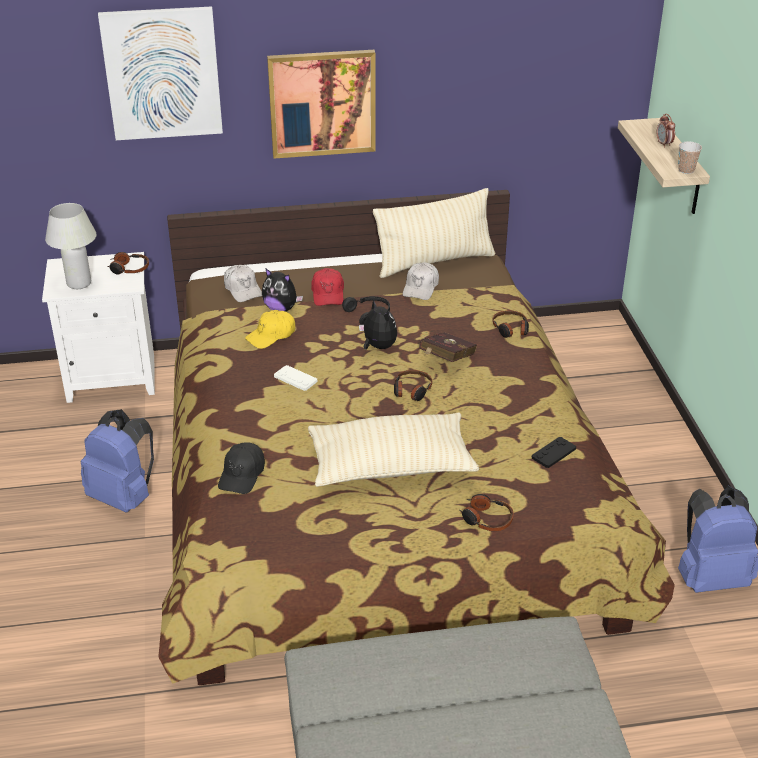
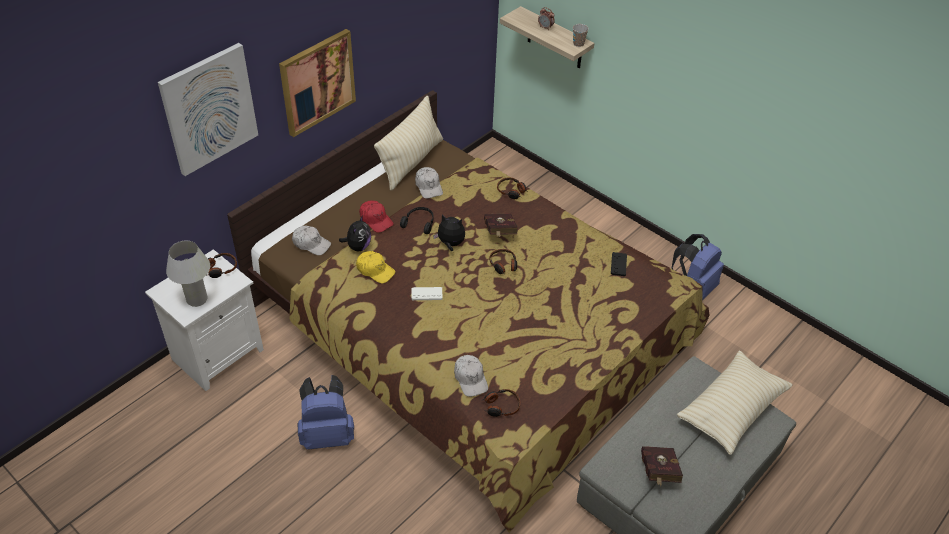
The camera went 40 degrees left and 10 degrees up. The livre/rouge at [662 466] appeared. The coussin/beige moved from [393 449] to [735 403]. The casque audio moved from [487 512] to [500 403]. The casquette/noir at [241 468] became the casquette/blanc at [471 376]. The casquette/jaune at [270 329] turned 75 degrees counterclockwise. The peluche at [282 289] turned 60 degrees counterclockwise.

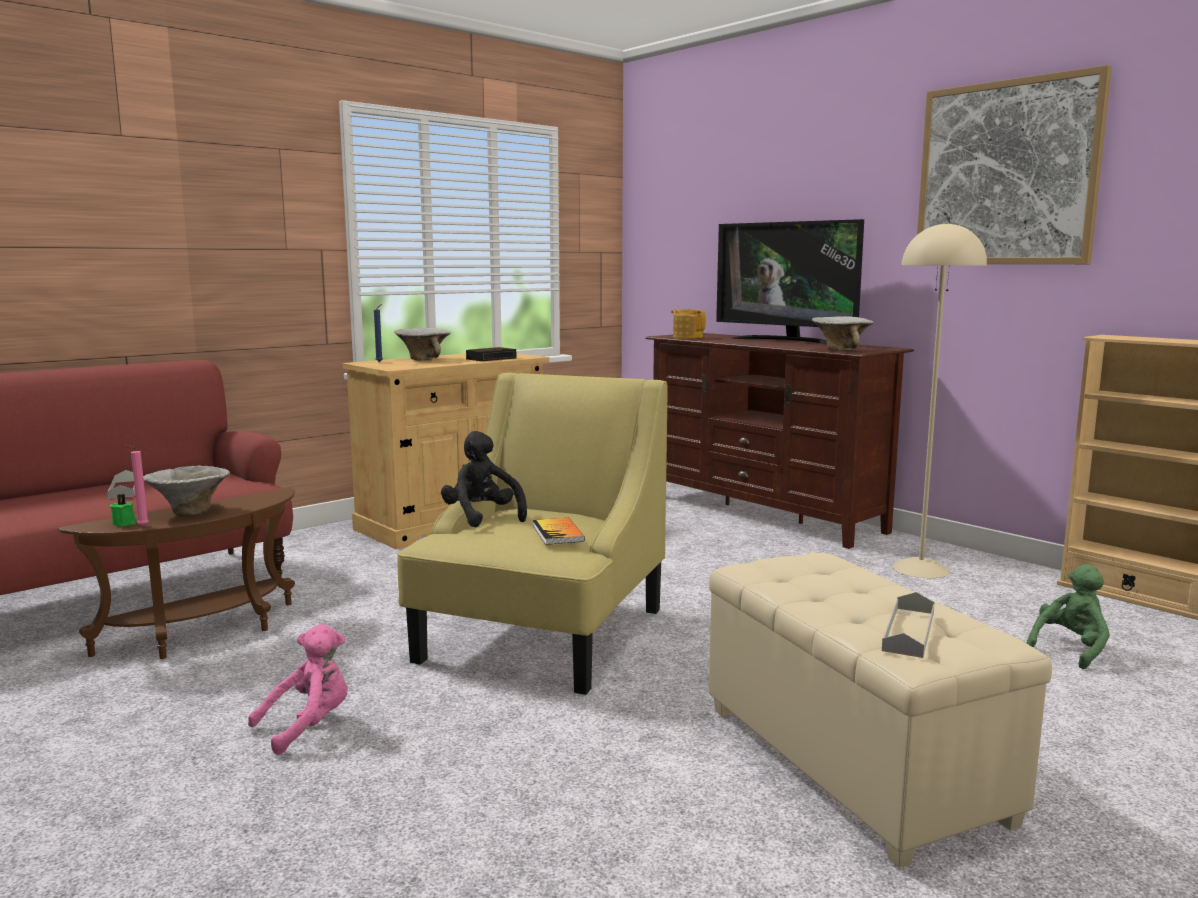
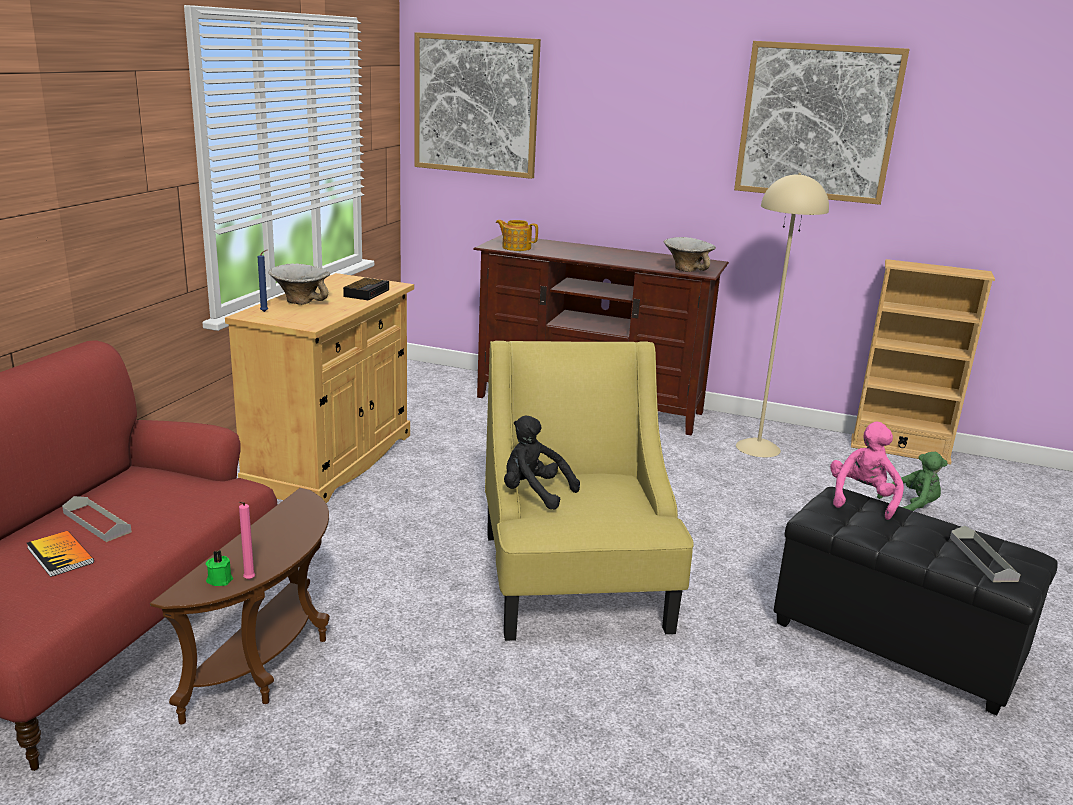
The camera went 30 degrees left and 10 degrees up. The bol at [186 490] disappeared. The téléviseur at [790 282] disappeared. The tableau at [478 105] appeared. The peluche/rose moved from [298 689] to [867 470]. The livre moved from [559 531] to [60 554]. The pouf/beige at [880 710] became the pouf/noir at [915 601]. The peluche/vert at [1068 616] turned 60 degrees clockwise.

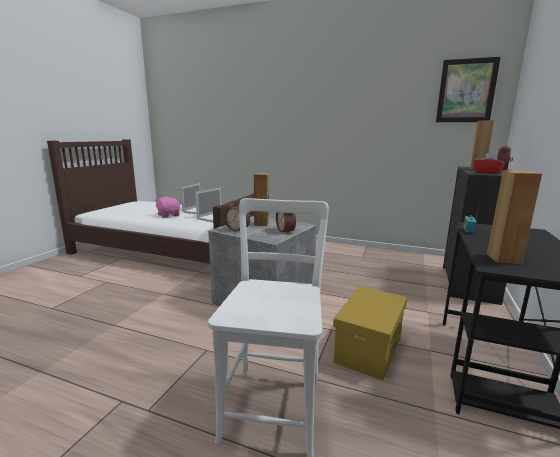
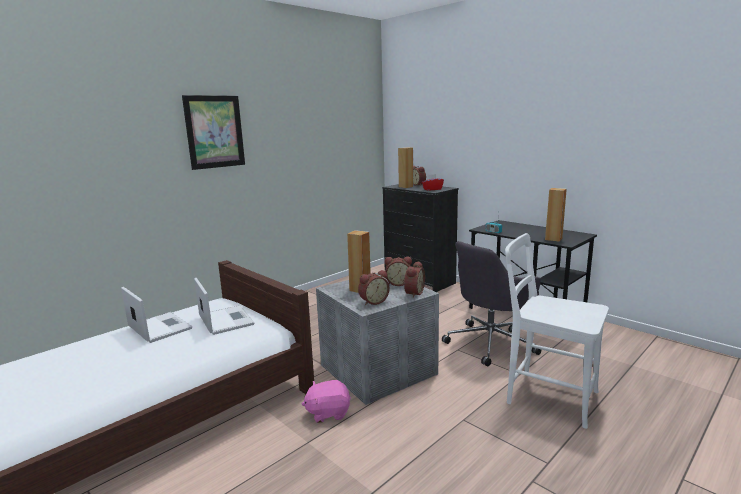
The camera went 65 degrees left and 0 degrees up. The réveil at [414 279] appeared. The peluche/rose moved from [167 207] to [326 401]. The tableau moved from [468 89] to [213 132]. The boîte de rangement/jaune at [370 333] was replaced by the chaise de bureau/gris at [491 303].

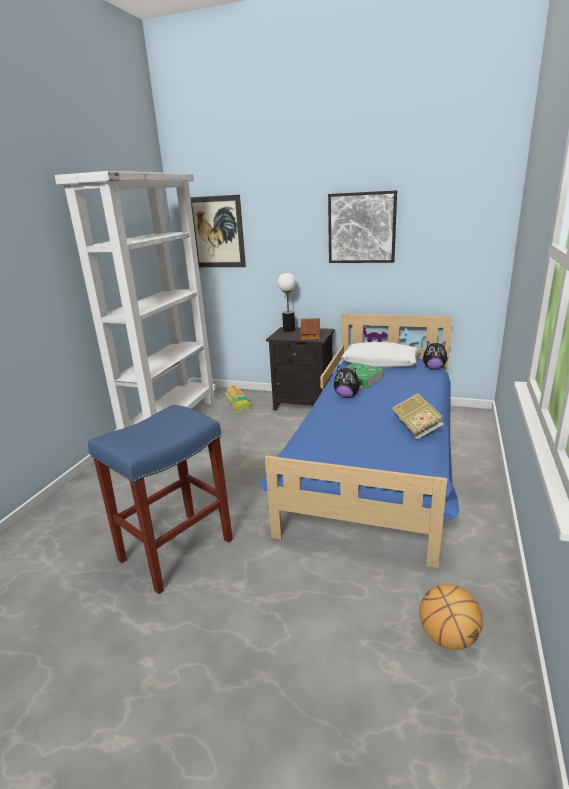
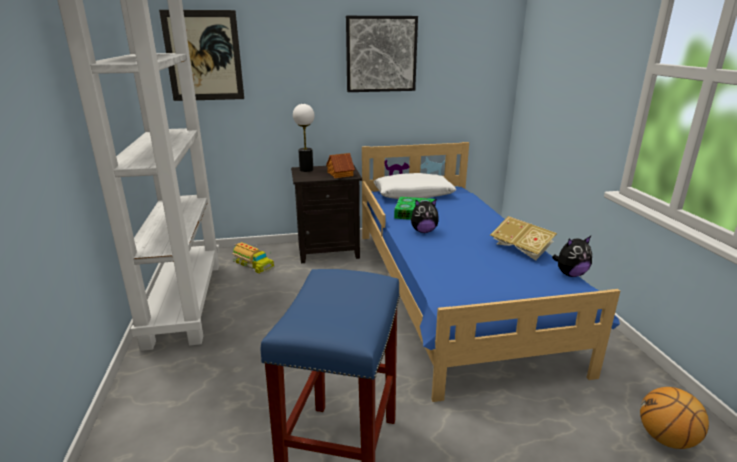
The camera went 30 degrees left and 0 degrees up. The peluche moved from [435 355] to [572 256].

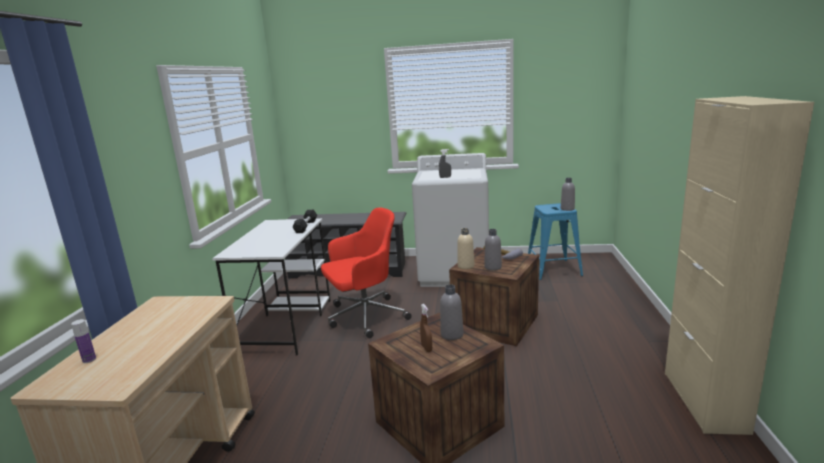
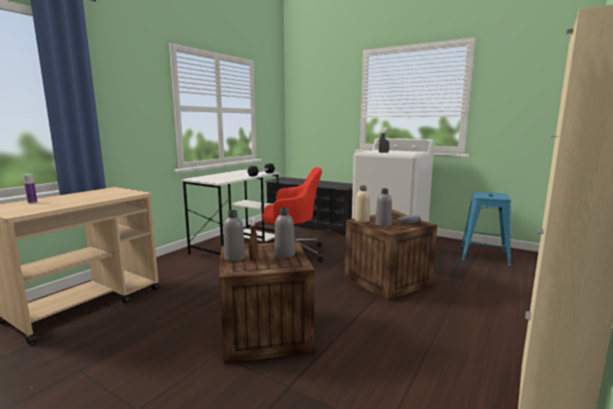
The camera went 25 degrees right and 5 degrees down. The bouteille/gris moved from [568 194] to [234 235].

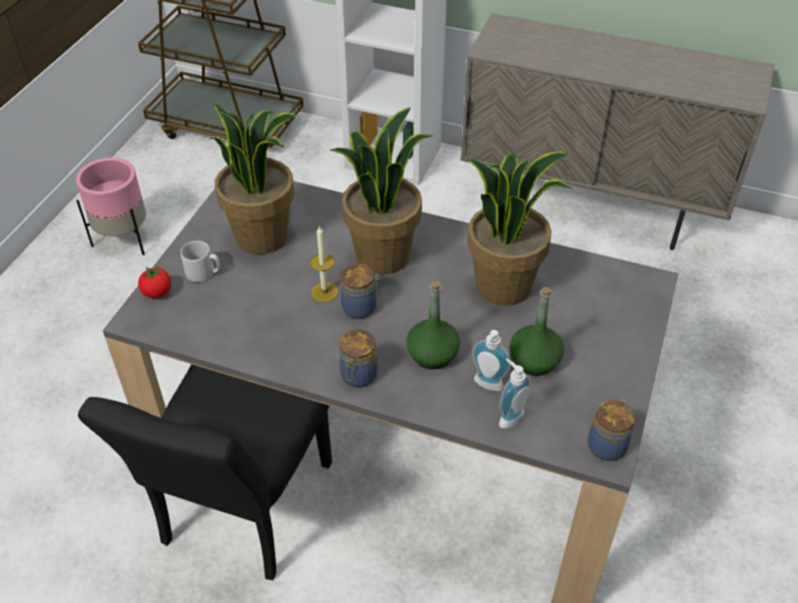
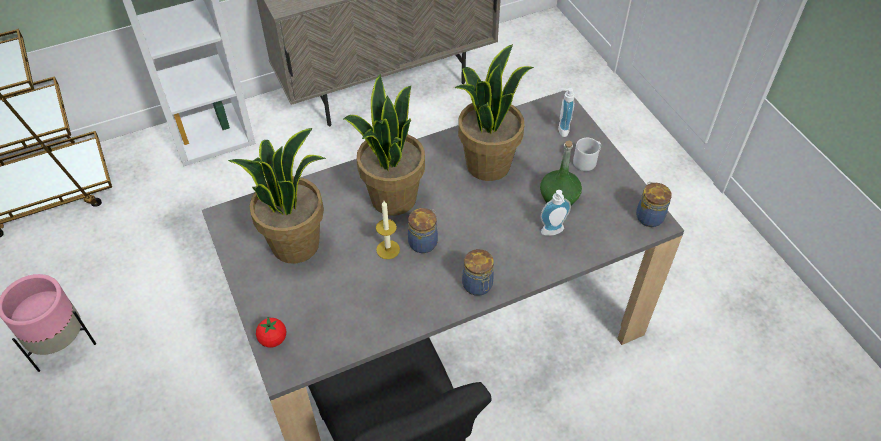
The camera went 45 degrees left and 5 degrees up. The bouteille/vert at [433 324] disappeared. The mug/gris moved from [200 261] to [587 154]. The distributeur de savon moved from [515 394] to [566 112].

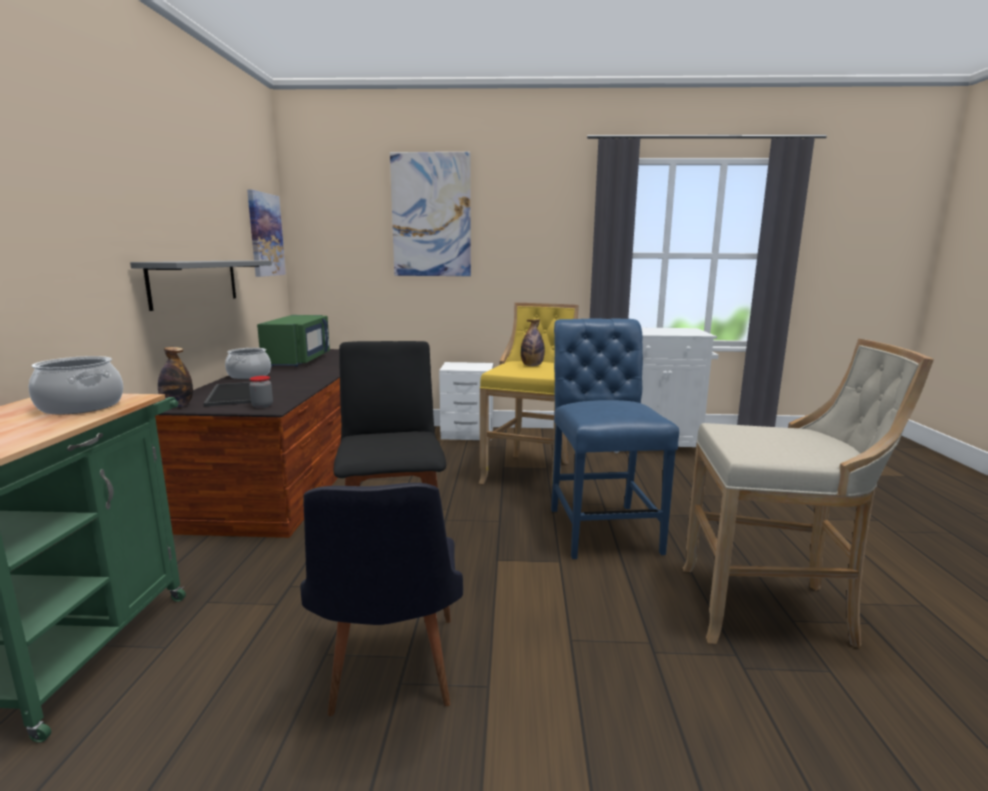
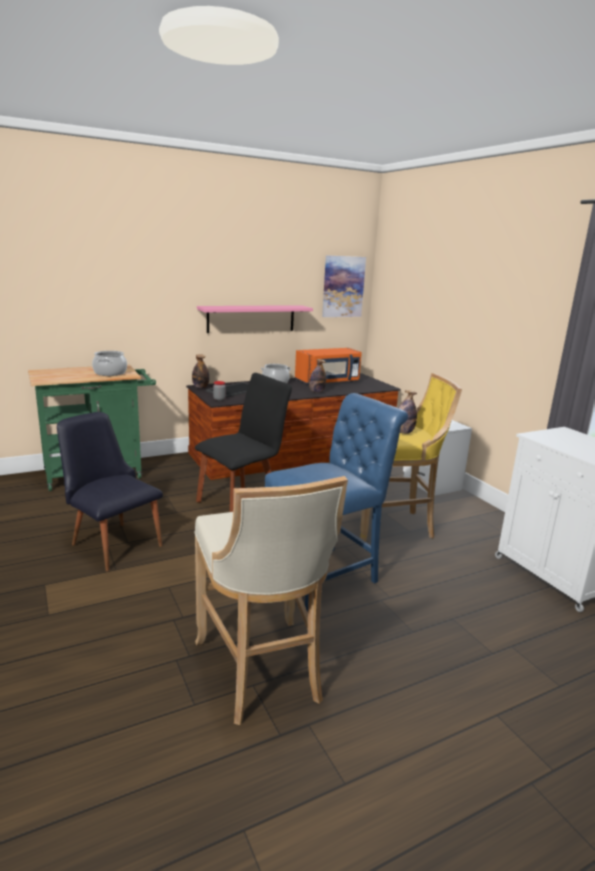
The camera went 60 degrees right and 5 degrees up. The tableau at [430 214] disappeared. The bouteille at [317 376] appeared. The étagère/gris at [201 285] became the étagère/rose at [255 319]. The micro-ondes/vert at [293 341] became the micro-ondes/orange at [328 366]. The chaise/noir at [381 599] turned 75 degrees clockwise.

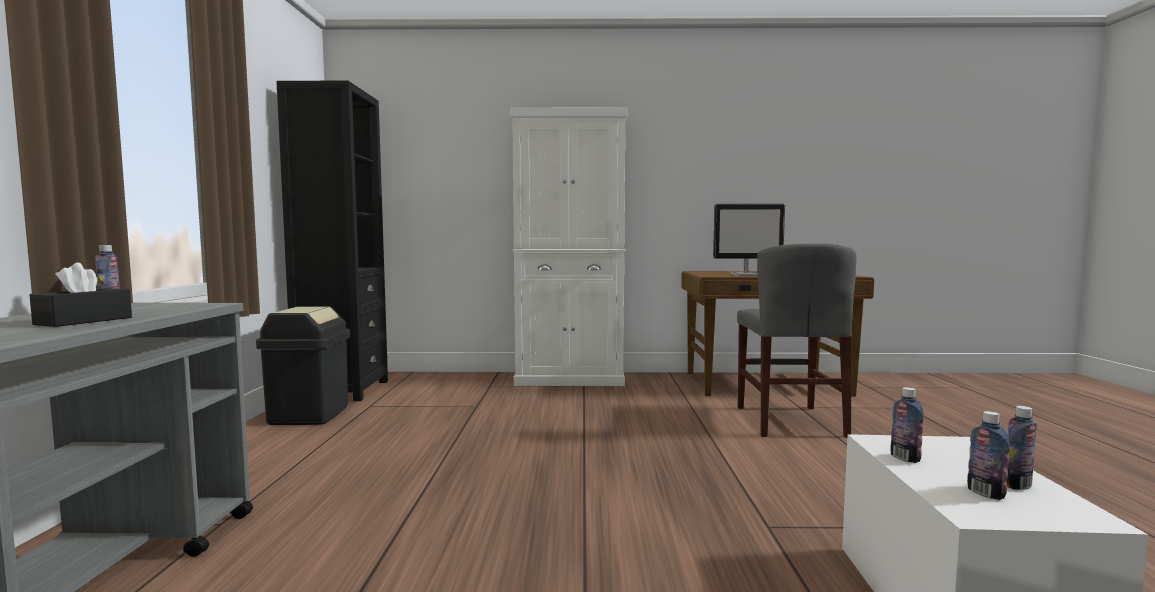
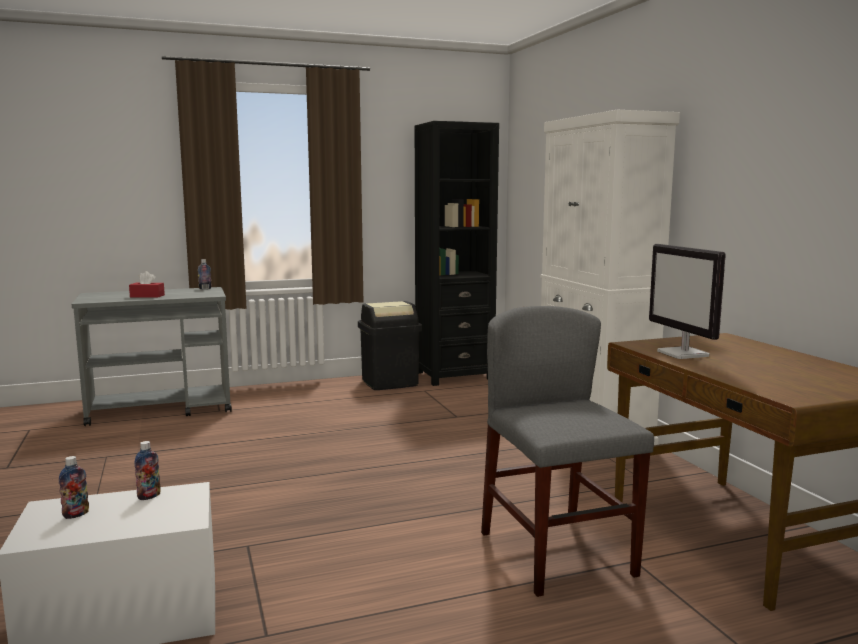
The camera went 70 degrees right and 5 degrees up. The bouteille at [1021 448] disappeared. The boîte à mouchoirs/noir at [81 294] became the boîte à mouchoirs/rouge at [147 284]. The chaise/gris at [796 340] turned 90 degrees clockwise.

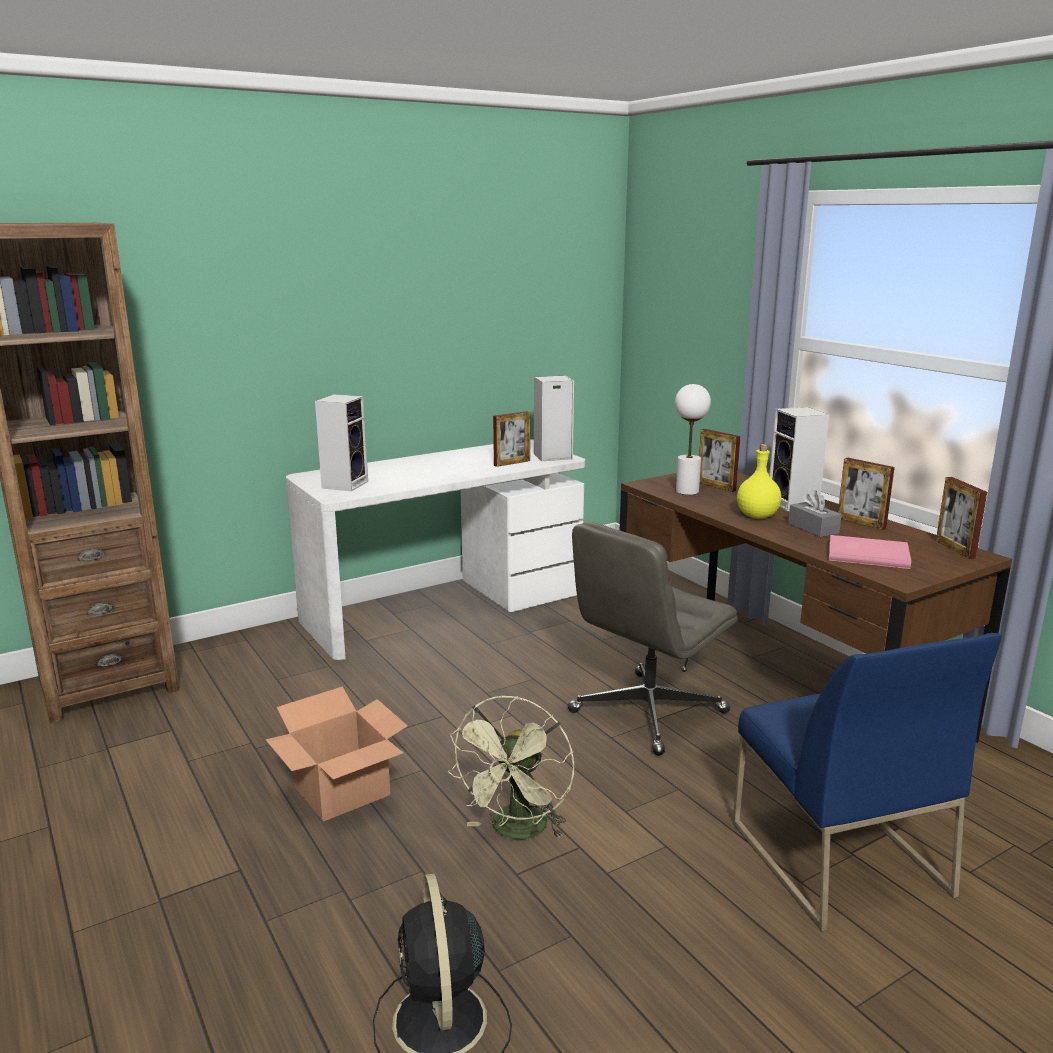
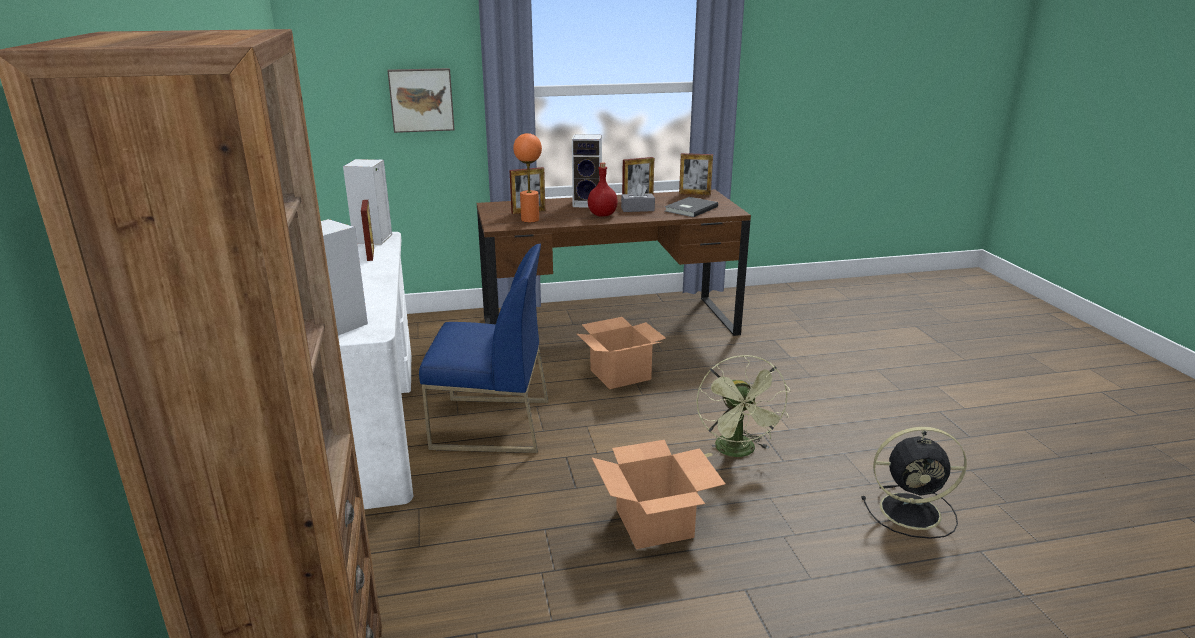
The camera went 70 degrees left and 5 degrees up. The tableau at [421 100] appeared. The chaise/bleu moved from [867 782] to [484 348]. The chaise de bureau/gris at [653 639] was replaced by the carton at [621 353]. The lampe de table/blanc at [693 439] became the lampe de table/orange at [527 178]. The bouteille/jaune at [759 481] became the bouteille/rouge at [603 189]. The livre/rose at [870 552] became the livre/gris at [691 207]. The ventilateur/vert at [511 768] turned 45 degrees clockwise.

